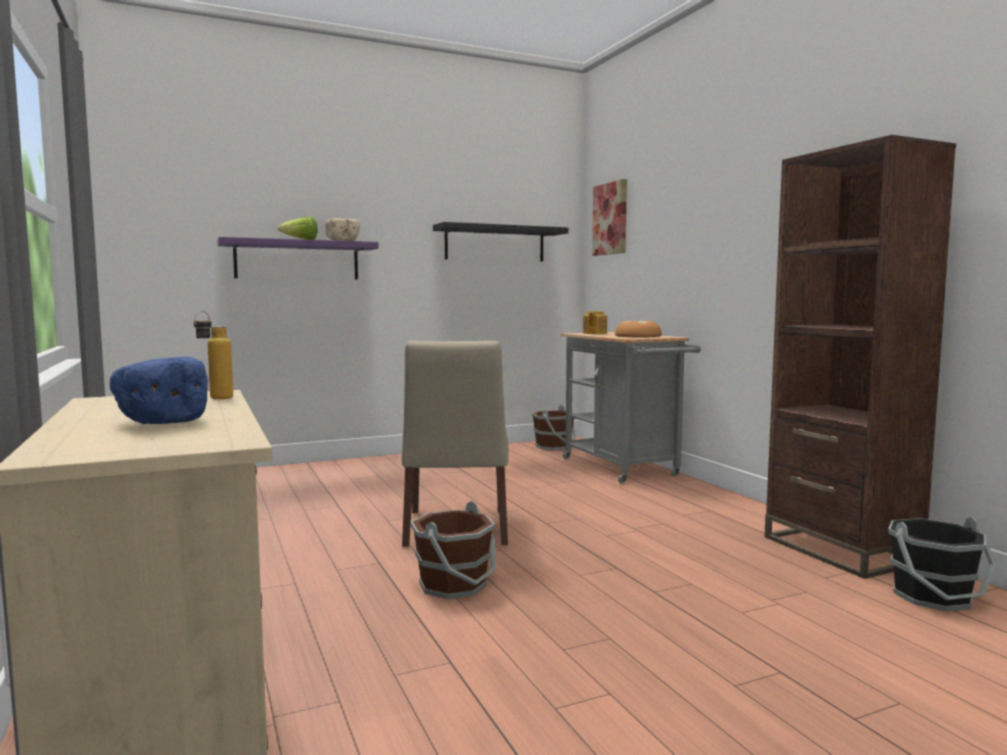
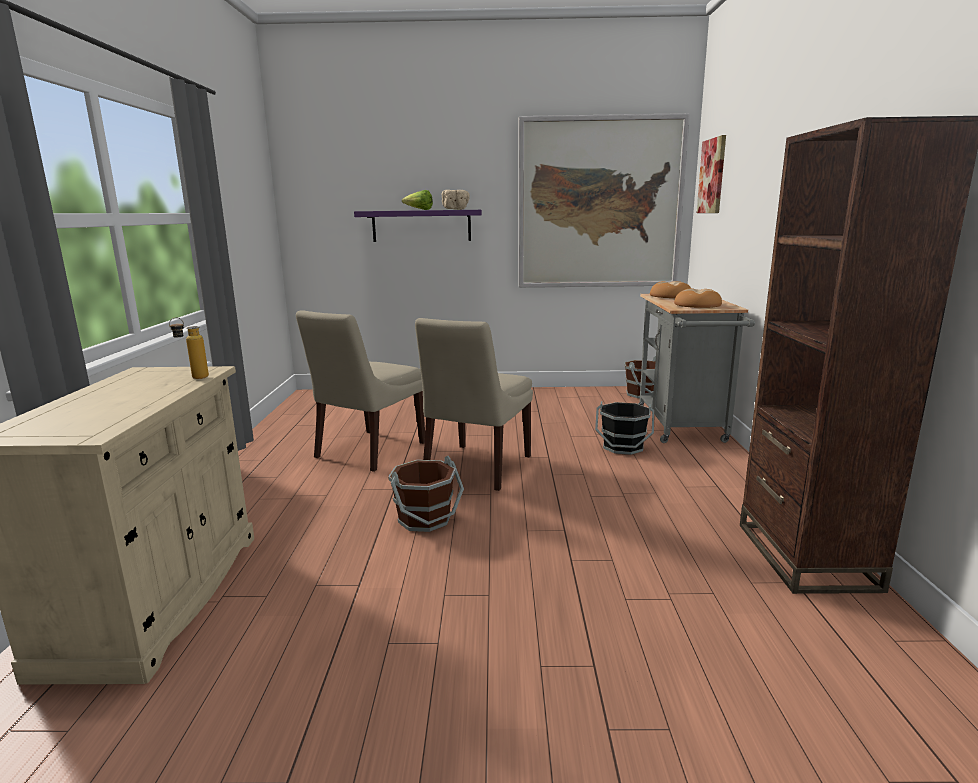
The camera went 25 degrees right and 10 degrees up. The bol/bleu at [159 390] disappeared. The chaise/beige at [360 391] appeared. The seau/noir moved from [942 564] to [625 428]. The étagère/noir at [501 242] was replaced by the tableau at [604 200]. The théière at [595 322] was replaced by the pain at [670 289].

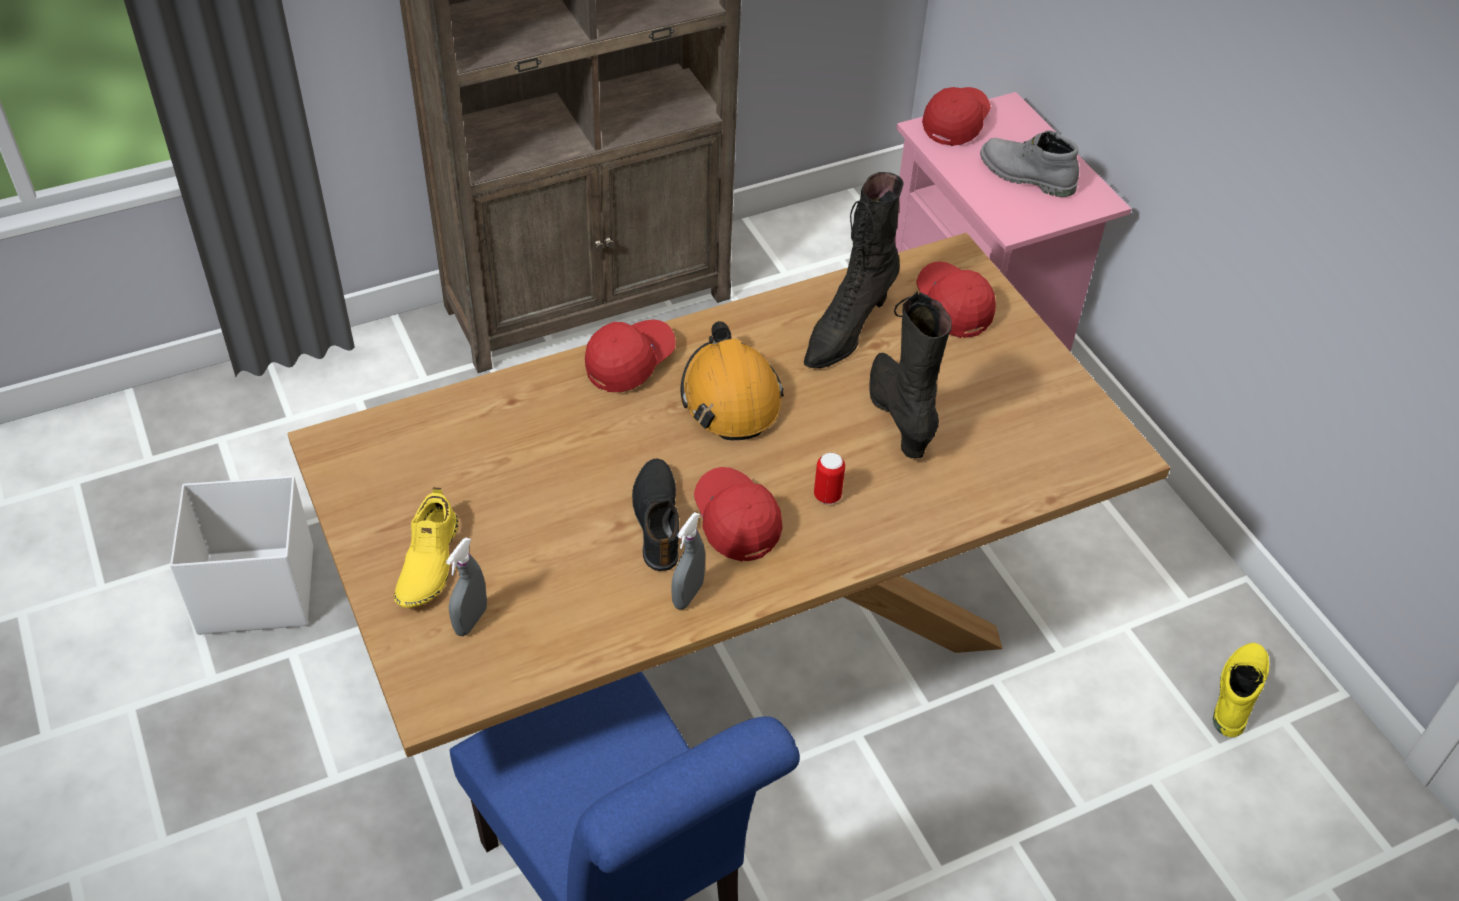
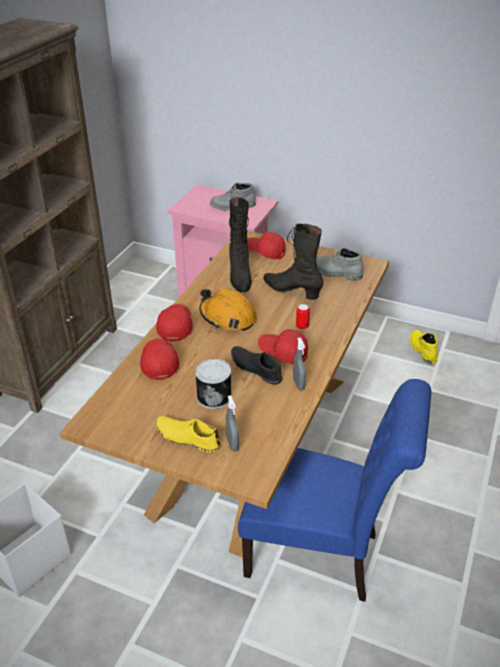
The camera went 40 degrees left and 10 degrees down. The boîte métallique at [213 384] appeared. The botte/gris at [340 264] appeared. The casquette/rouge moved from [956 116] to [160 359]. The chaussure/jaune at [426 548] turned 150 degrees clockwise.

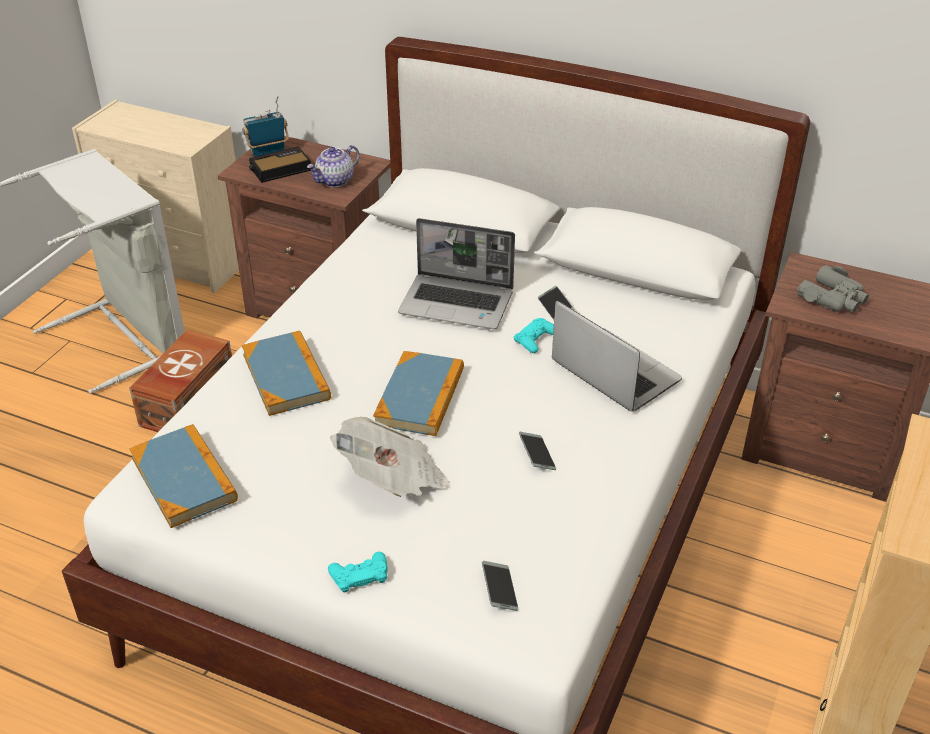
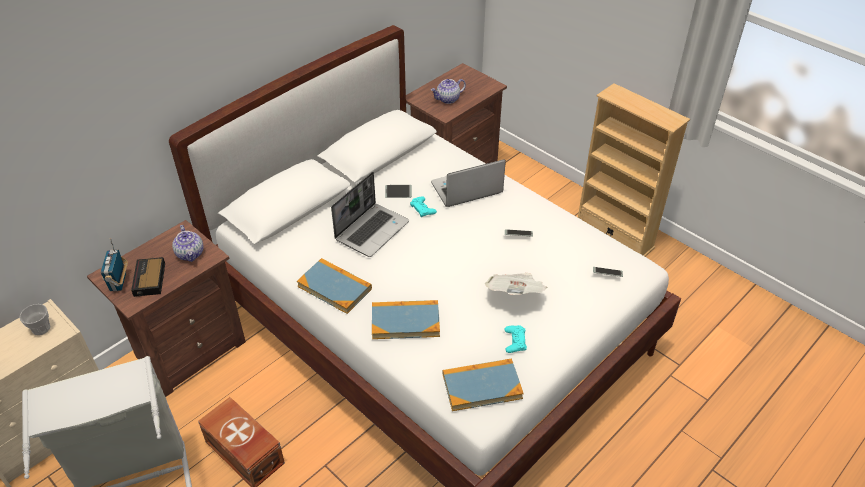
The camera went 70 degrees left and 5 degrees up. The tasse at [35 319] appeared. The manette/turquoise moved from [357 572] to [515 339]. The livre moved from [418 393] to [334 286]. The jumelles/gris at [833 288] was replaced by the théière at [448 91].

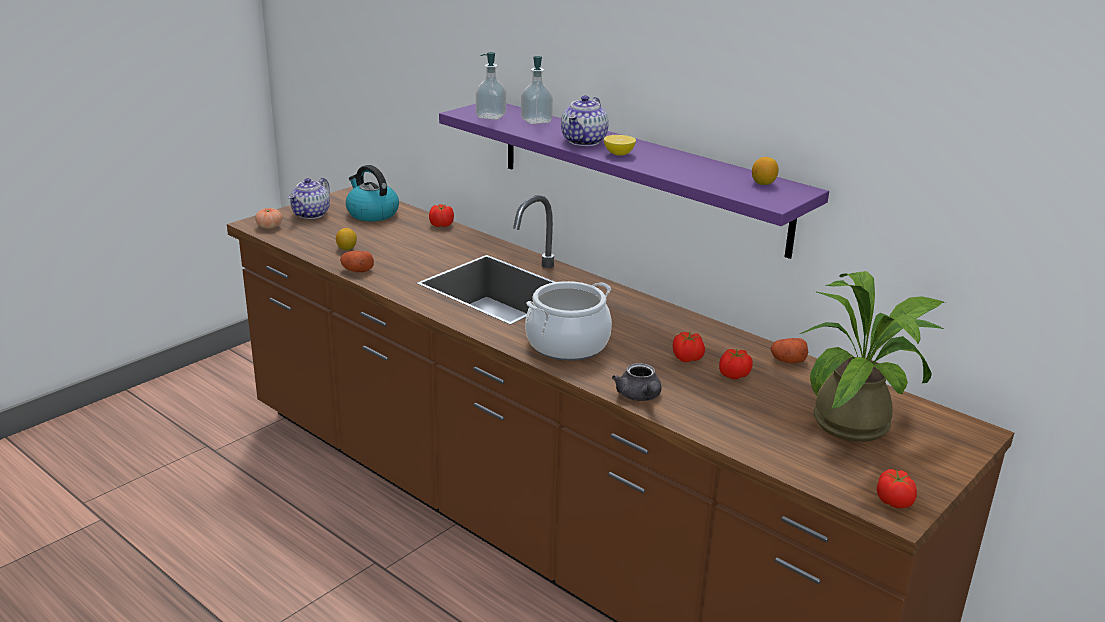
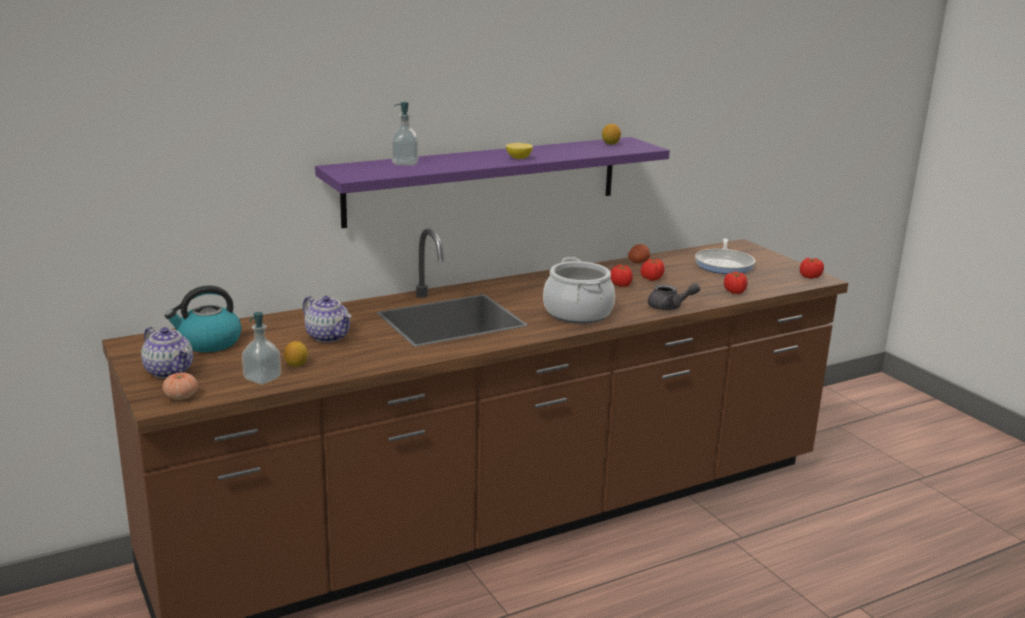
The camera went 70 degrees left and 5 degrees down. The pomme de terre at [357 261] disappeared. The tomate moved from [441 215] to [736 282]. The distributeur de savon moved from [491 86] to [261 348]. The théière moved from [585 120] to [327 319]. The plante en pot at [872 356] was replaced by the poêle at [725 256].

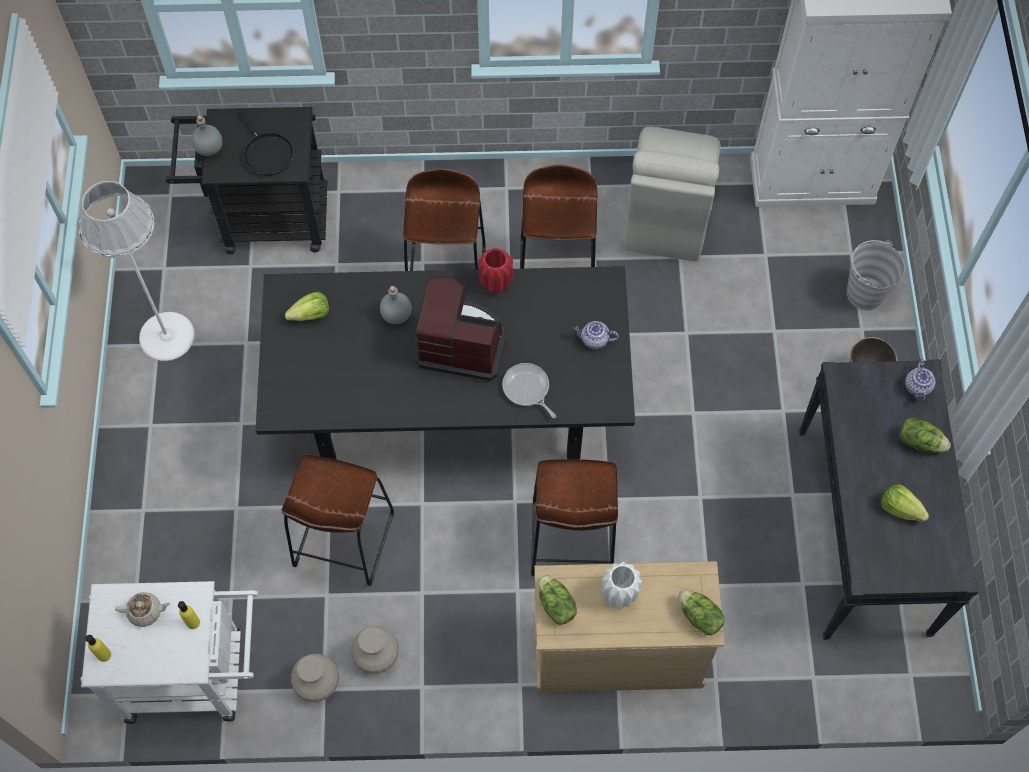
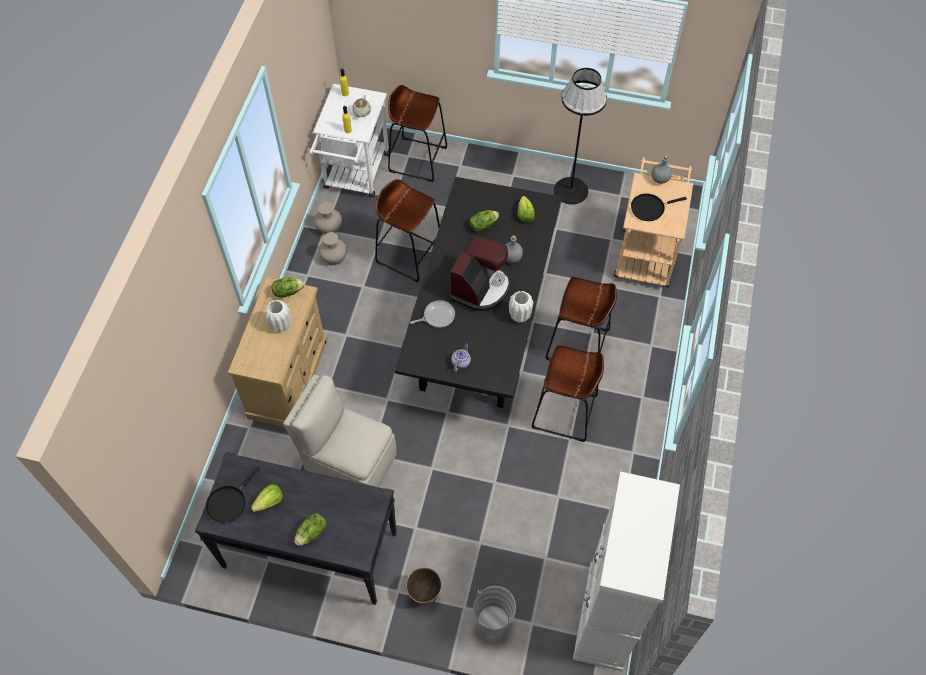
The camera went 105 degrees right and 5 degrees down. The théière at [920 379] disappeared. The poêle/noir at [233 495] appeared. The tabouret/marron moved from [574 517] to [417 133]. The chaise/beige moved from [672 194] to [339 431]. The laitue moved from [701 612] to [484 220]. The lampadaire/blanc at [137 271] became the lampadaire/noir at [580 136]. The chariot/noir at [246 180] became the chariot/beige at [653 222]. The vase/rouge at [495 270] became the vase/blanc at [521 306].

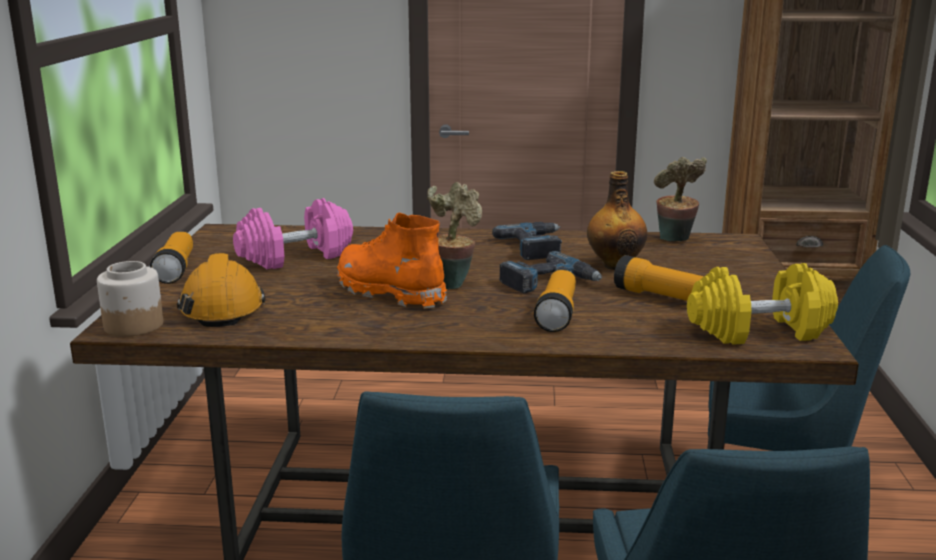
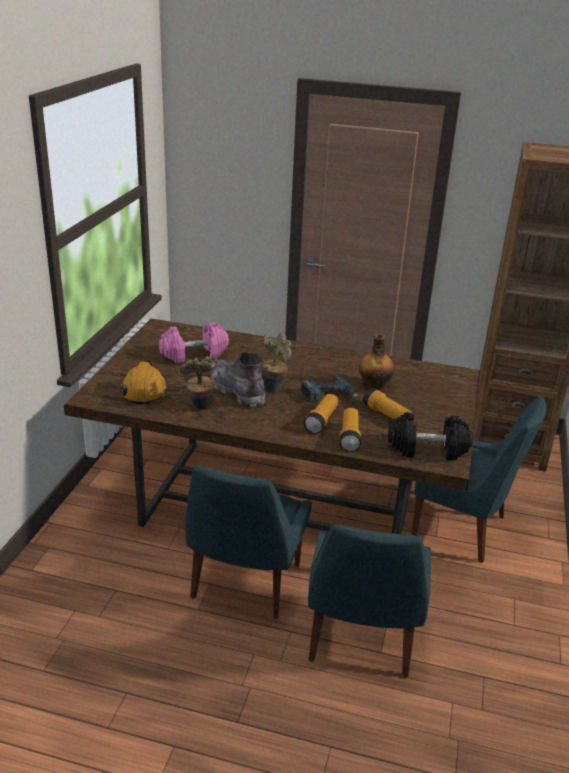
The camera went 10 degrees right and 10 degrees up. The bocal at [130 299] disappeared. The perceuse at [527 241] disappeared. The lampe de poche moved from [171 258] to [350 430]. The plante en pot moved from [680 199] to [198 383]. The botte/orange at [392 260] became the botte/gris at [238 379]. The haltère/jaune at [762 304] became the haltère/noir at [430 436].

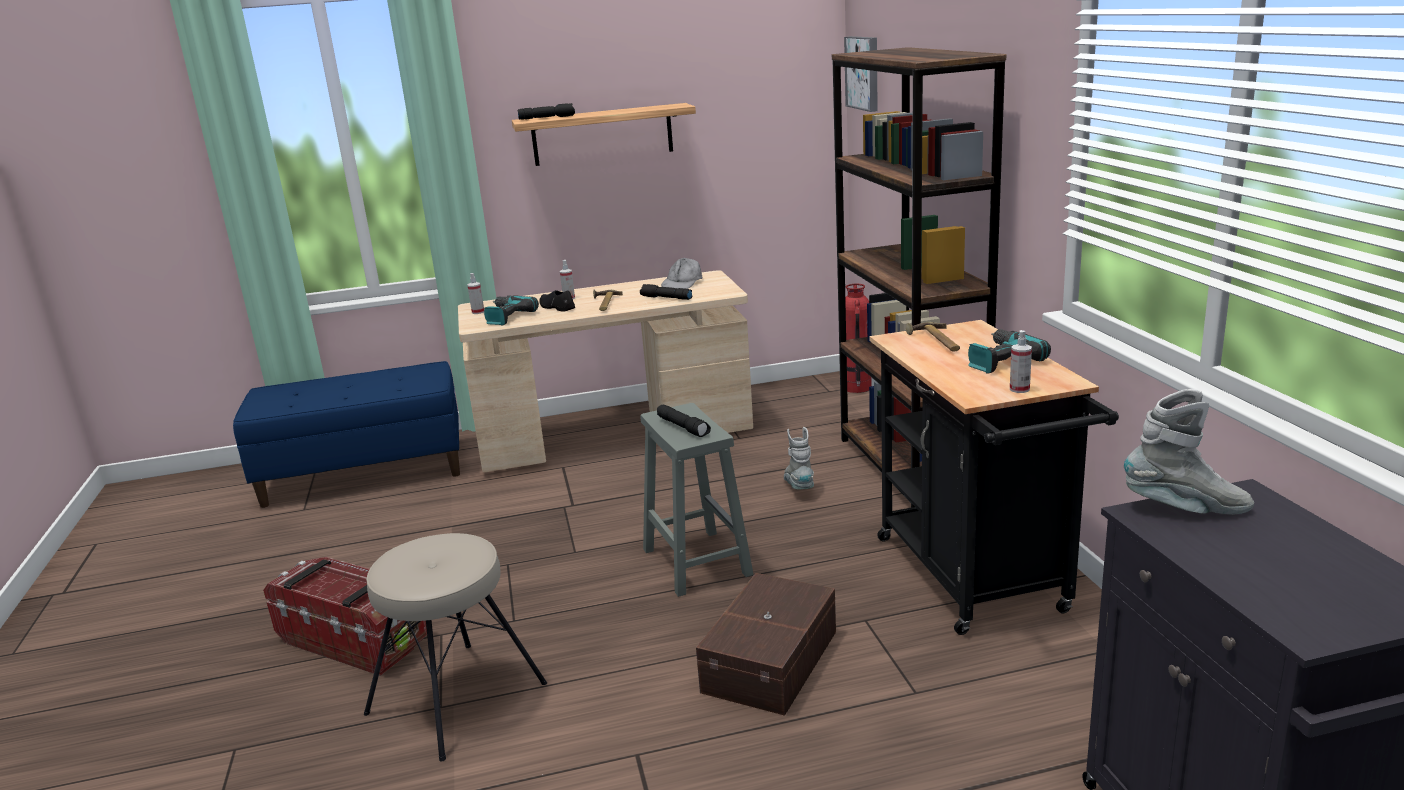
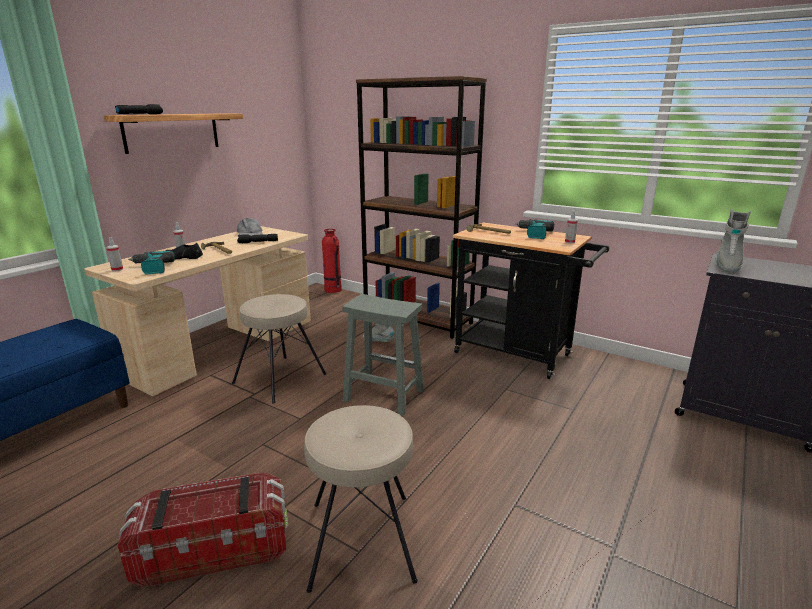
The camera went 45 degrees left and 0 degrees up. The lampe de poche/noir at [684 421] disappeared. The boîte de rangement/marron at [766 644] disappeared. The tableau at [861 74] disappeared. The tabouret/beige at [279 349] appeared. The botte/gris at [1189 452] turned 150 degrees clockwise.

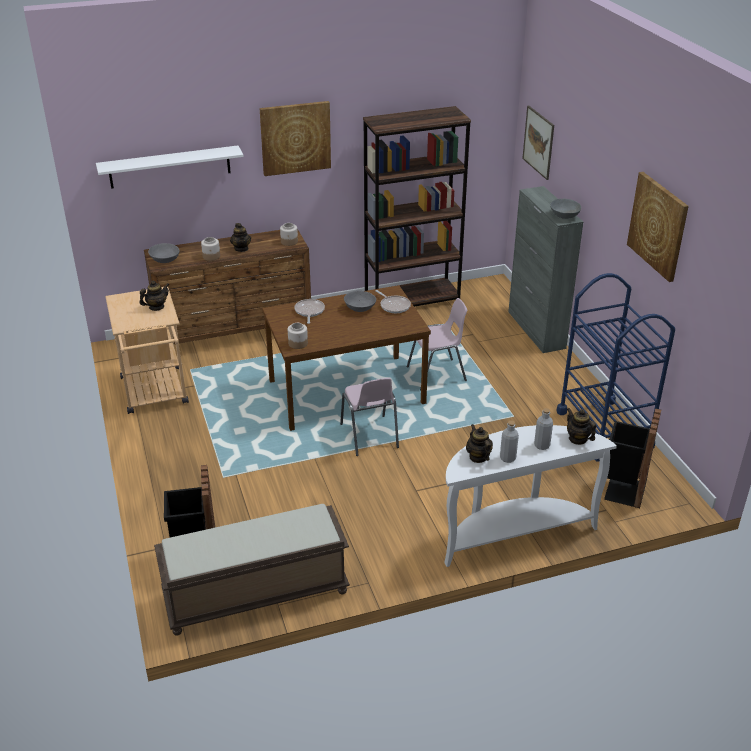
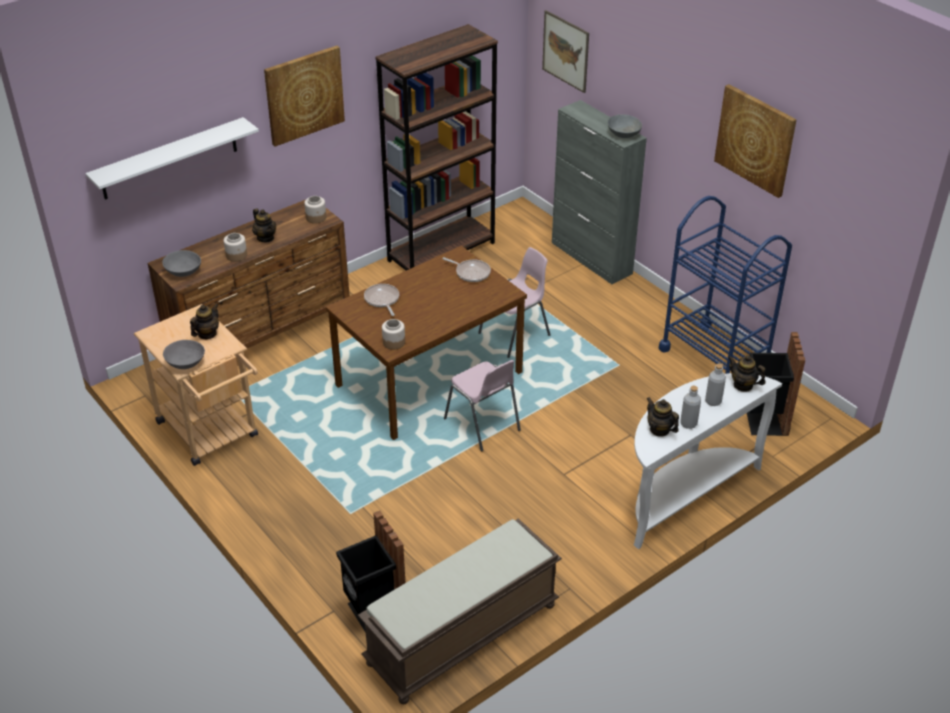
The camera went 20 degrees left and 5 degrees up. The bol/gris moved from [360 301] to [184 354].

